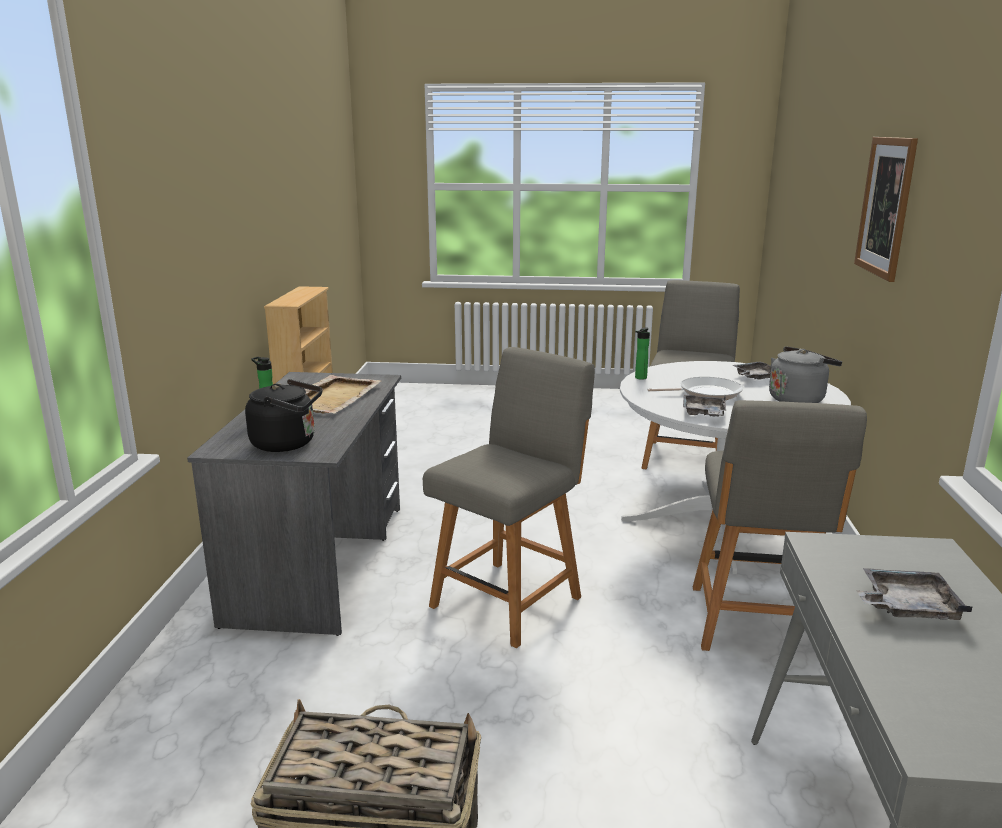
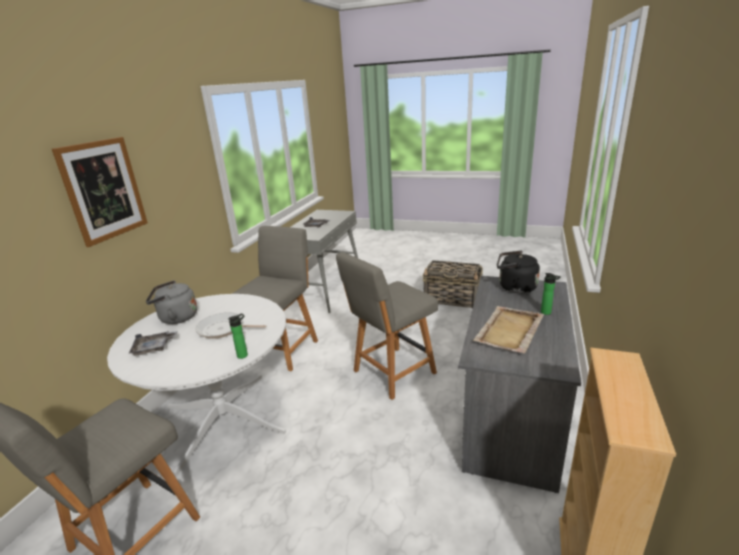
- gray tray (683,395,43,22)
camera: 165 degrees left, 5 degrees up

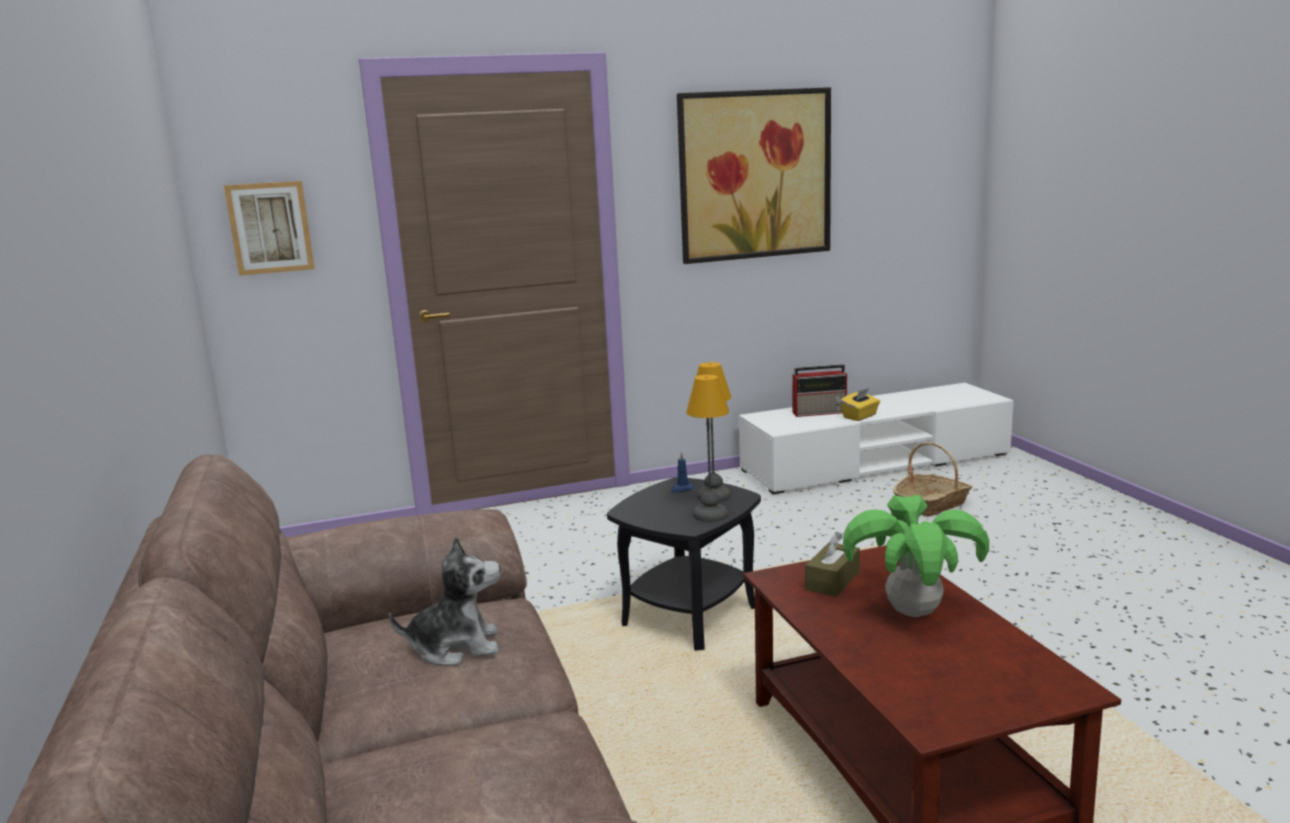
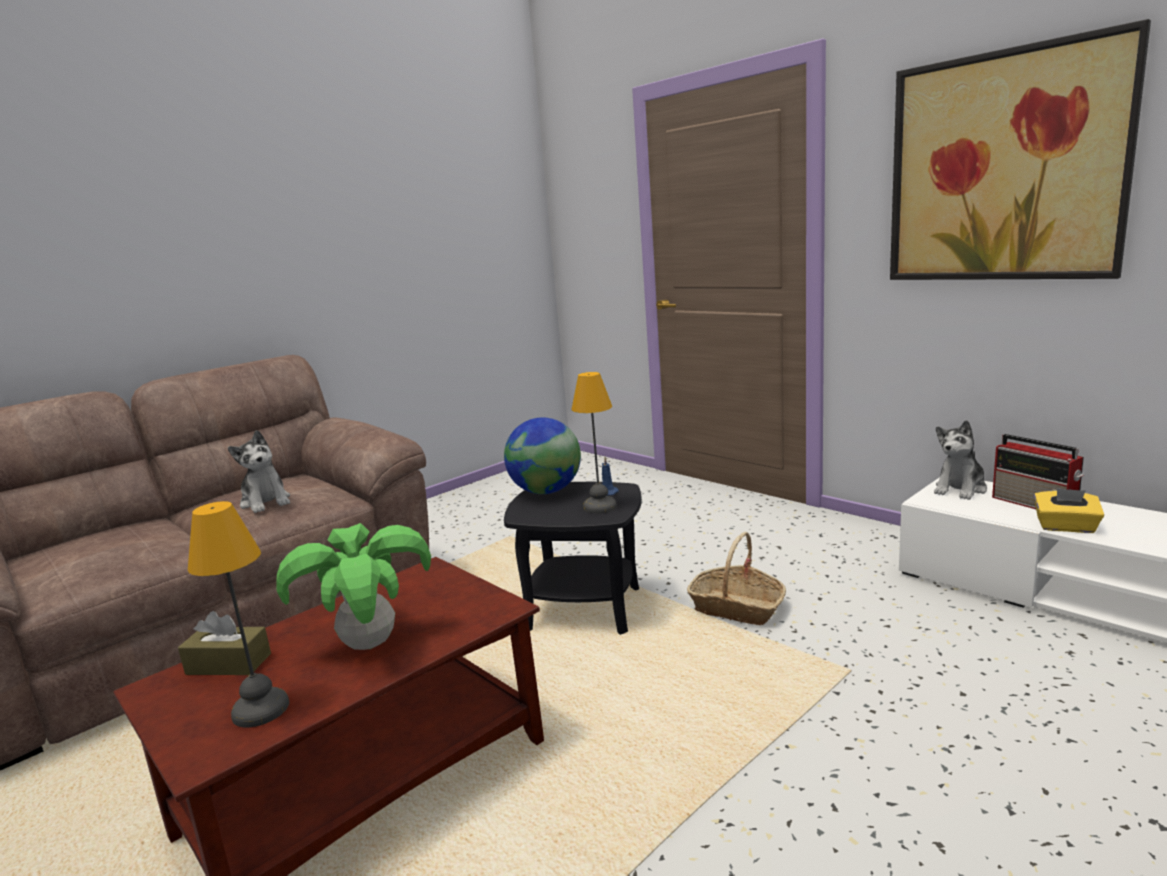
- wall art (224,181,91,95)
~ lamp for a table (686,374,43,148) to (188,501,101,227)
~ brown box of tissues (805,532,55,65) to (178,611,93,64)
~ basket (893,442,80,75) to (687,532,99,93)
+ desk globe (504,418,77,76)
+ cuddly toy (934,420,53,80)
camera: 65 degrees right, 0 degrees up

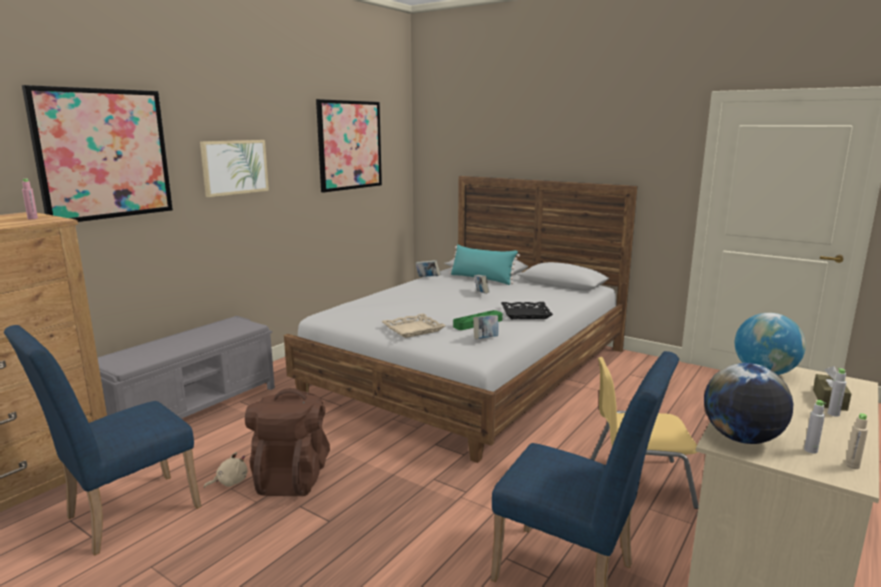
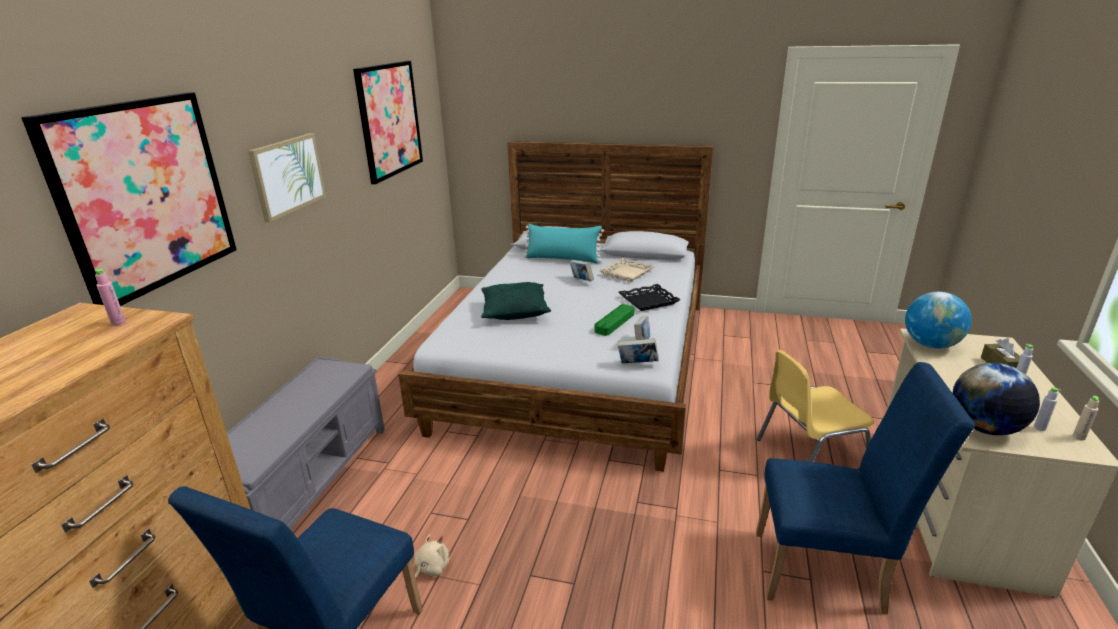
- brown knapsack (245,388,85,108)
~ beige-coloured tray (382,313,64,25) to (599,258,55,24)
~ book (415,260,25,17) to (618,338,41,26)
+ greenish throw pillow (481,282,70,38)
camera: 20 degrees left, 10 degrees up

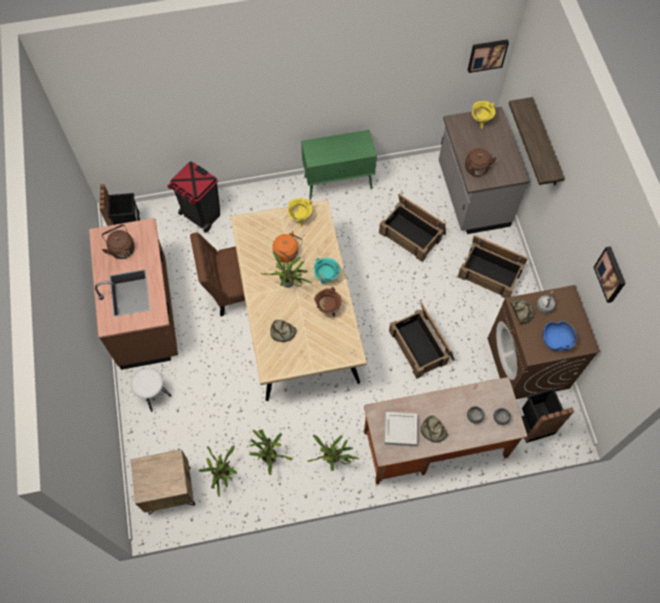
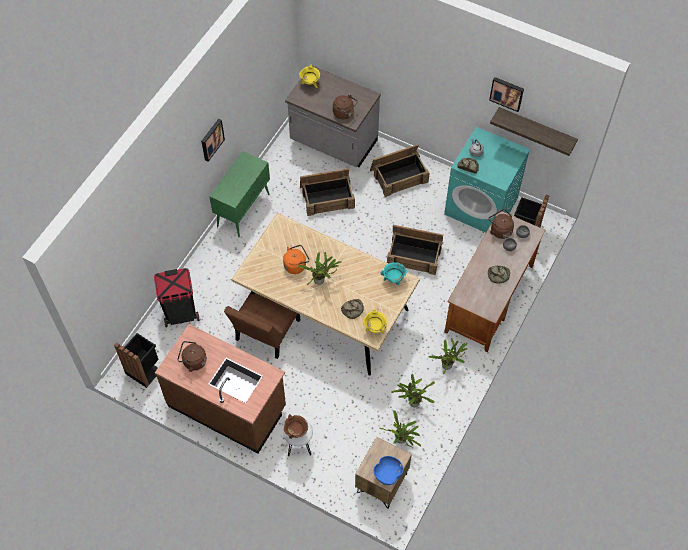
~ yellowish stockpot (288,198,24,29) to (363,309,24,25)
~ blue-green stockpot (314,258,26,26) to (381,262,26,23)
~ brown stockpot (314,287,27,30) to (284,414,24,25)
- gray tray (384,412,34,34)
~ wall art (468,39,41,34) to (201,119,24,43)
~ brown laundry appliance (487,285,113,114) to blue-green laundry appliance (444,127,86,106)
~ shelf (509,97,56,88) to (490,107,88,49)
~ blue-coloured bowl (543,321,34,30) to (374,456,30,29)
+ brown tea kettle (488,209,26,30)
camera: 50 degrees left, 5 degrees down

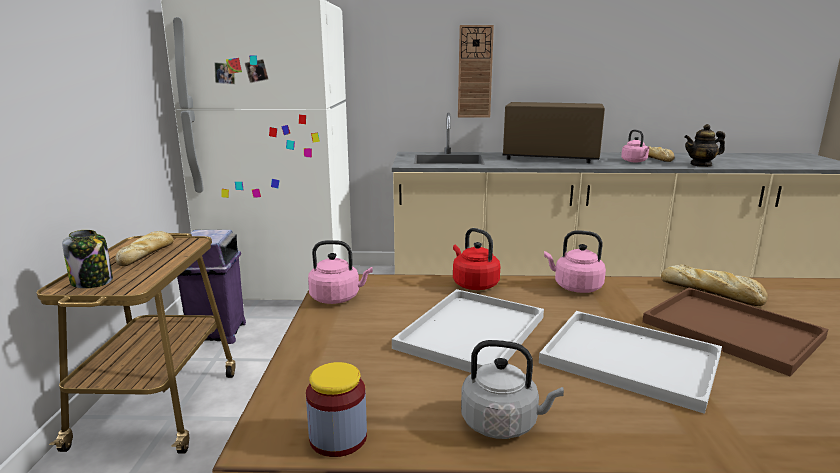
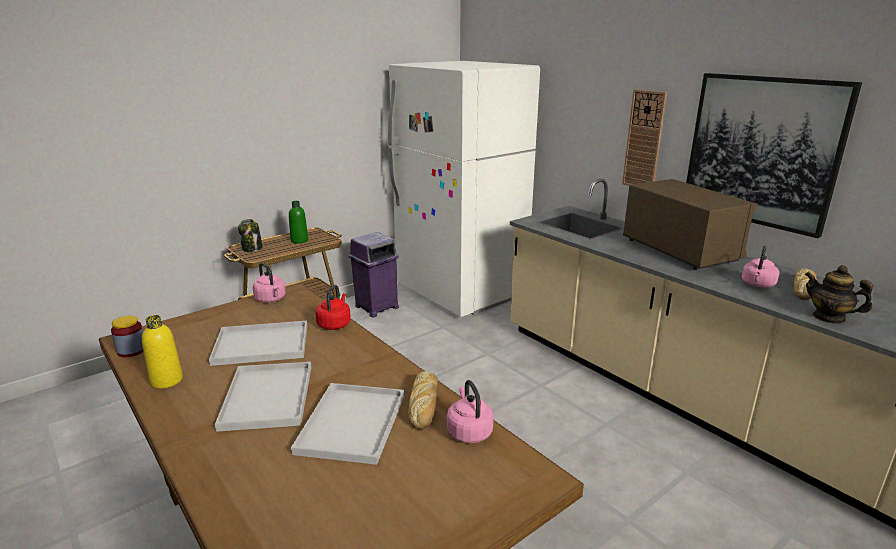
~ bakery bread (115,231,59,35) to greenish beverage bottle (289,201,19,43)
~ gray tea kettle (461,340,103,99) to yellowish beverage bottle (142,315,41,74)
~ pink-coloured tea kettle (544,231,62,62) to (447,380,47,63)
~ brown tray (642,288,186,88) to white-coloured tray (291,383,113,82)
+ wall art (686,73,176,165)
camera: 50 degrees right, 5 degrees up

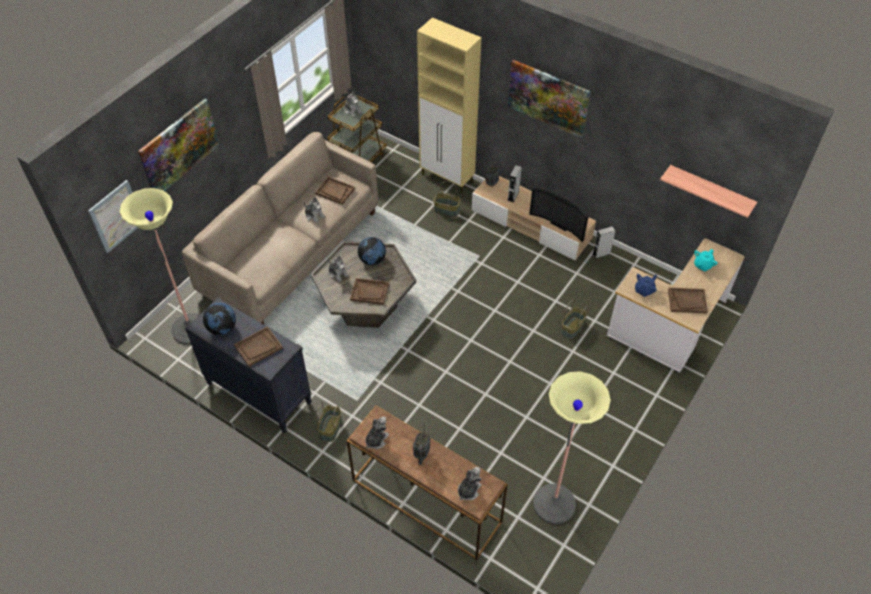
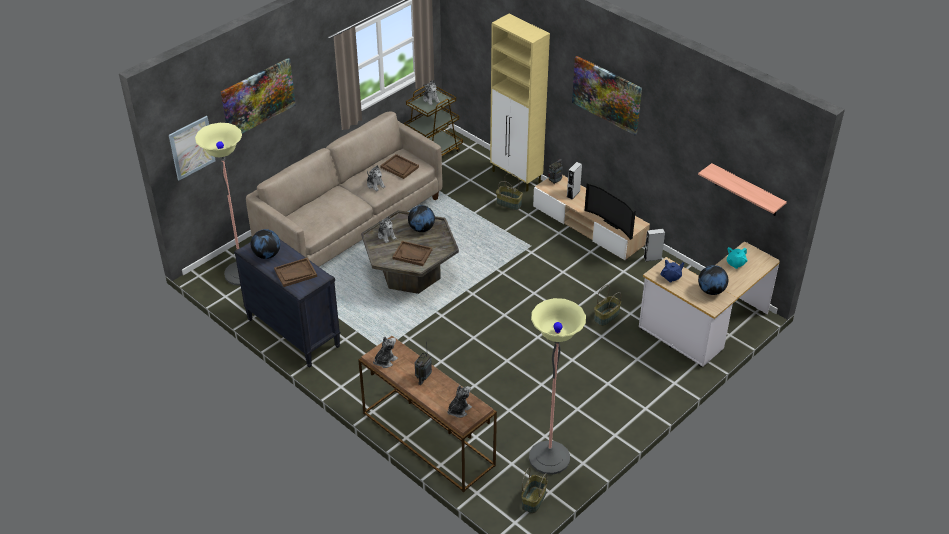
~ basket (316,402,26,40) to (521,467,26,46)
~ brown tray (668,287,40,27) to desk globe (698,265,30,30)
camera: 10 degrees right, 10 degrees down

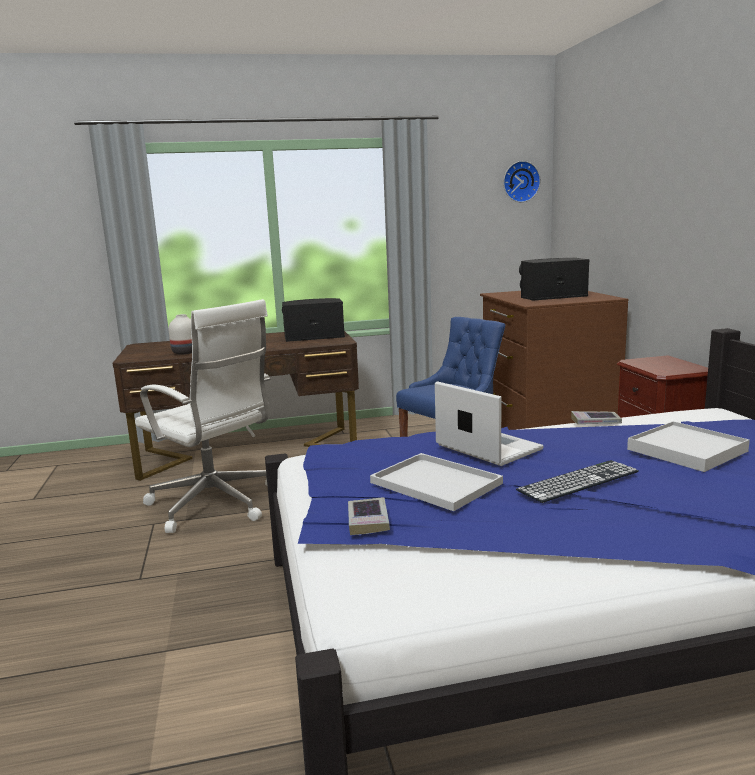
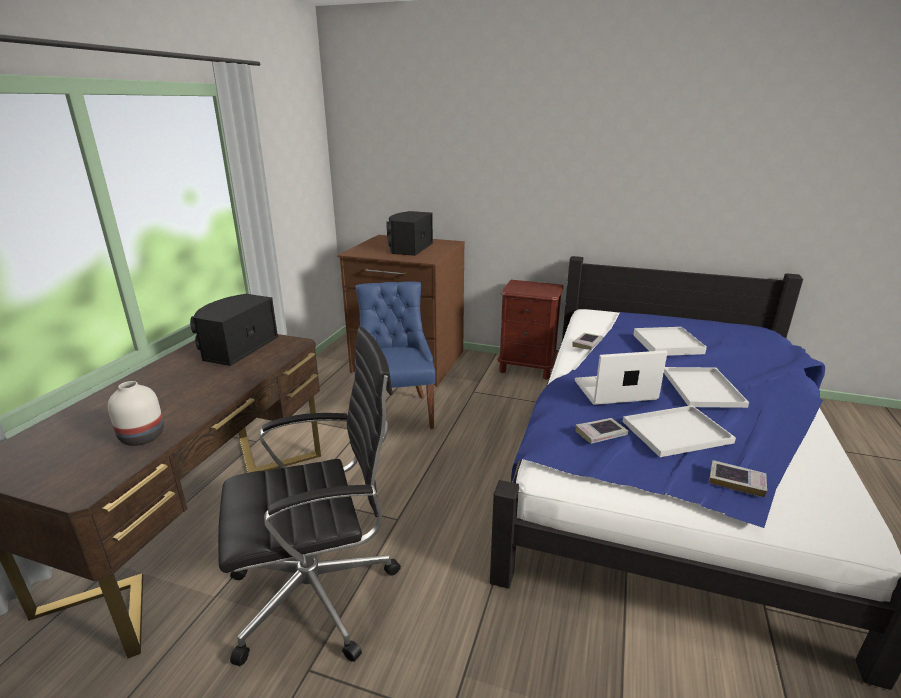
~ white-coloured computer chair (135,299,136,234) to black-coloured computer chair (218,327,183,339)
- clock on the wall (503,161,38,41)
~ computer keyboard (516,460,123,43) to white-coloured tray (664,367,85,41)
+ book (575,418,53,26)
camera: 60 degrees left, 10 degrees up

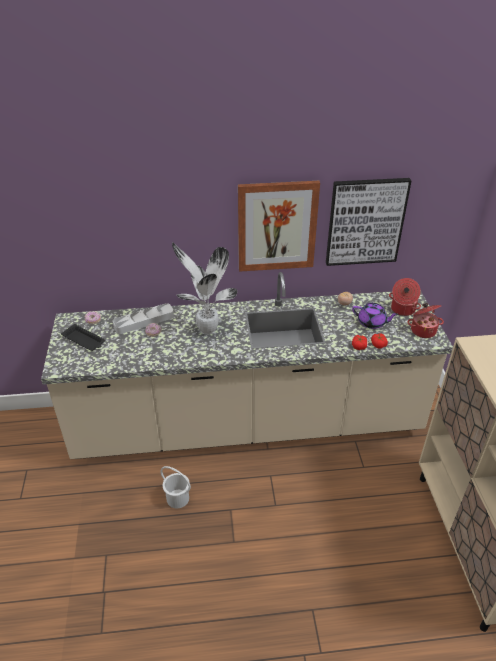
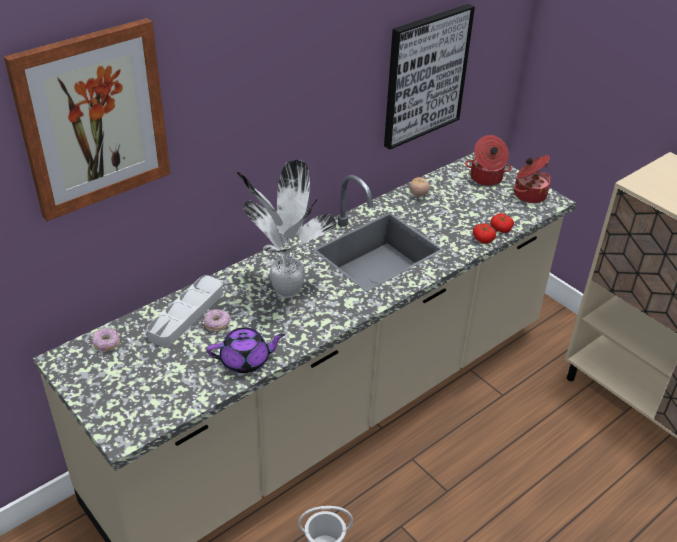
- black-coloured tray (61,324,44,27)
~ wall art (238,181,82,91) to (4,18,166,203)
~ purplish teapot (352,303,47,26) to (207,327,78,46)
camera: 35 degrees left, 0 degrees up

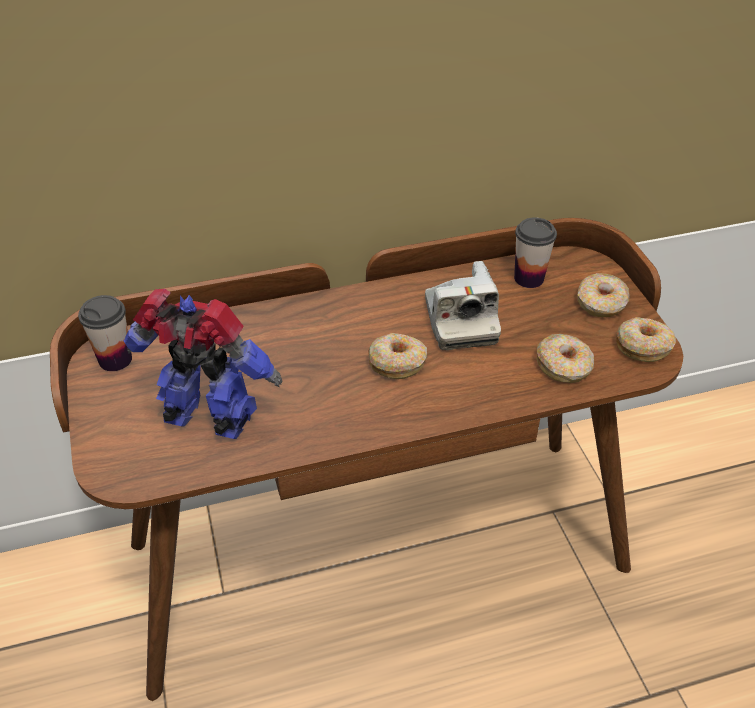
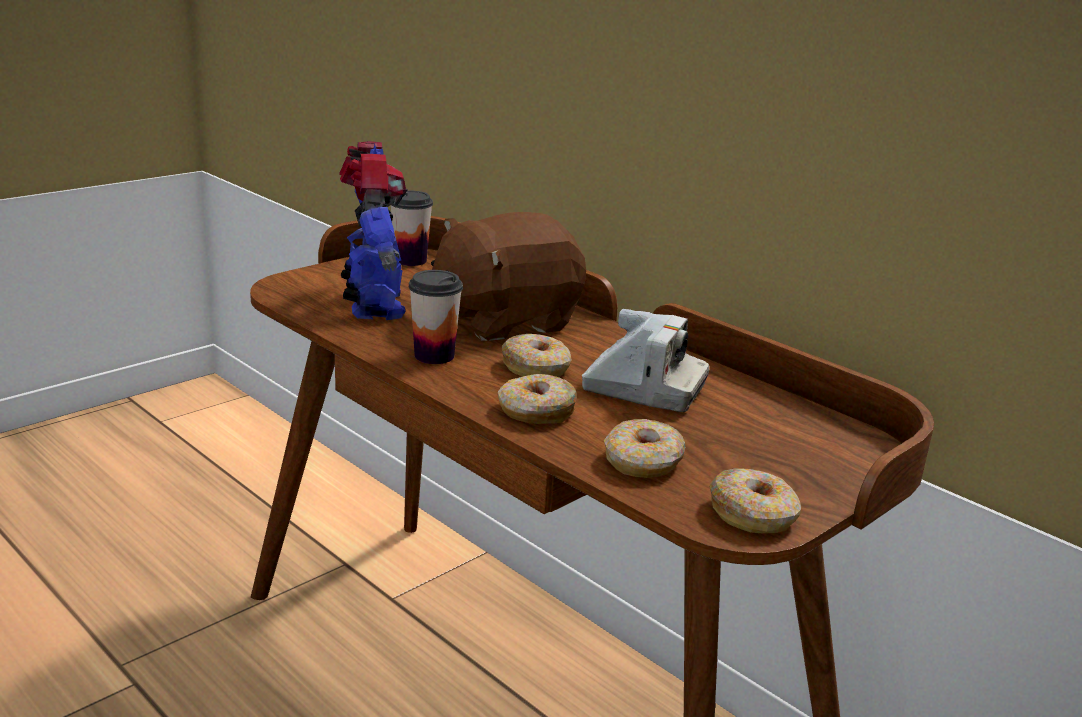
~ still camera (425,261,76,89) = (582,309,127,103) 120 degrees counterclockwise
~ small cup (514,218,43,70) to (409,270,54,94)
~ donut (577,273,53,44) to (498,374,79,50)
+ brown cuddly toy (431,212,155,129)
camera: 60 degrees right, 20 degrees down

